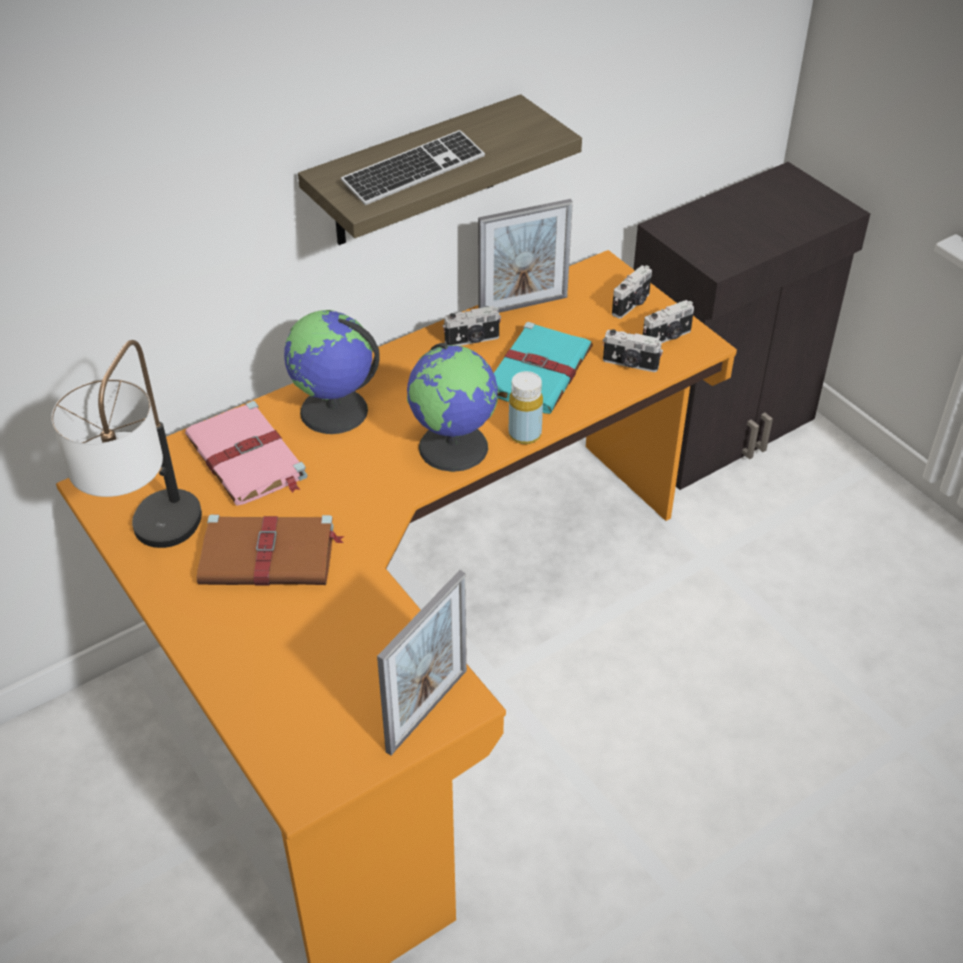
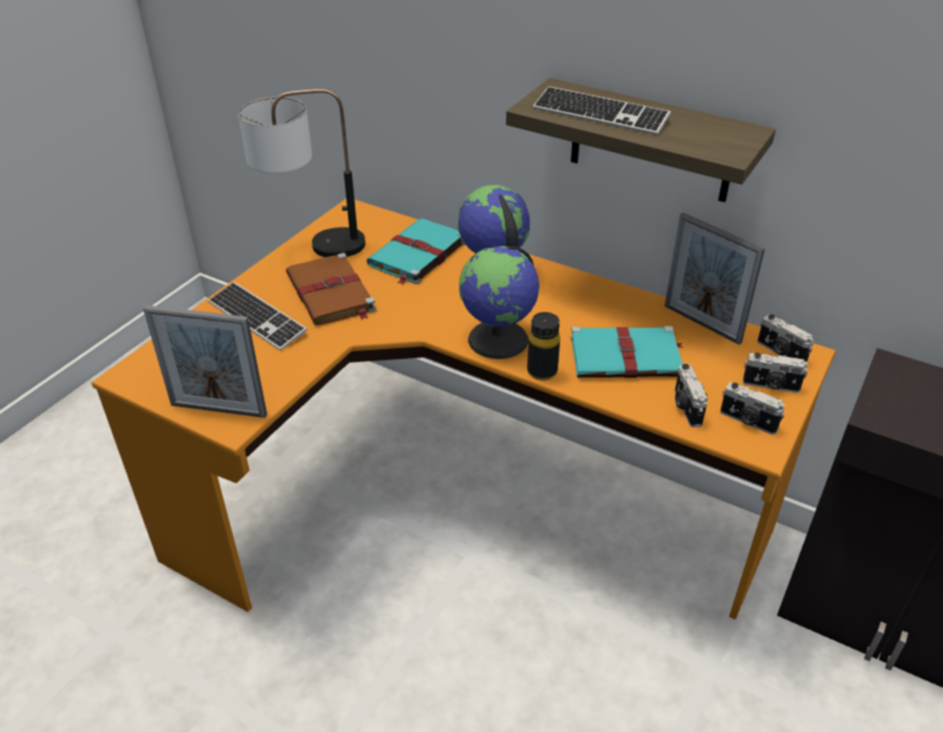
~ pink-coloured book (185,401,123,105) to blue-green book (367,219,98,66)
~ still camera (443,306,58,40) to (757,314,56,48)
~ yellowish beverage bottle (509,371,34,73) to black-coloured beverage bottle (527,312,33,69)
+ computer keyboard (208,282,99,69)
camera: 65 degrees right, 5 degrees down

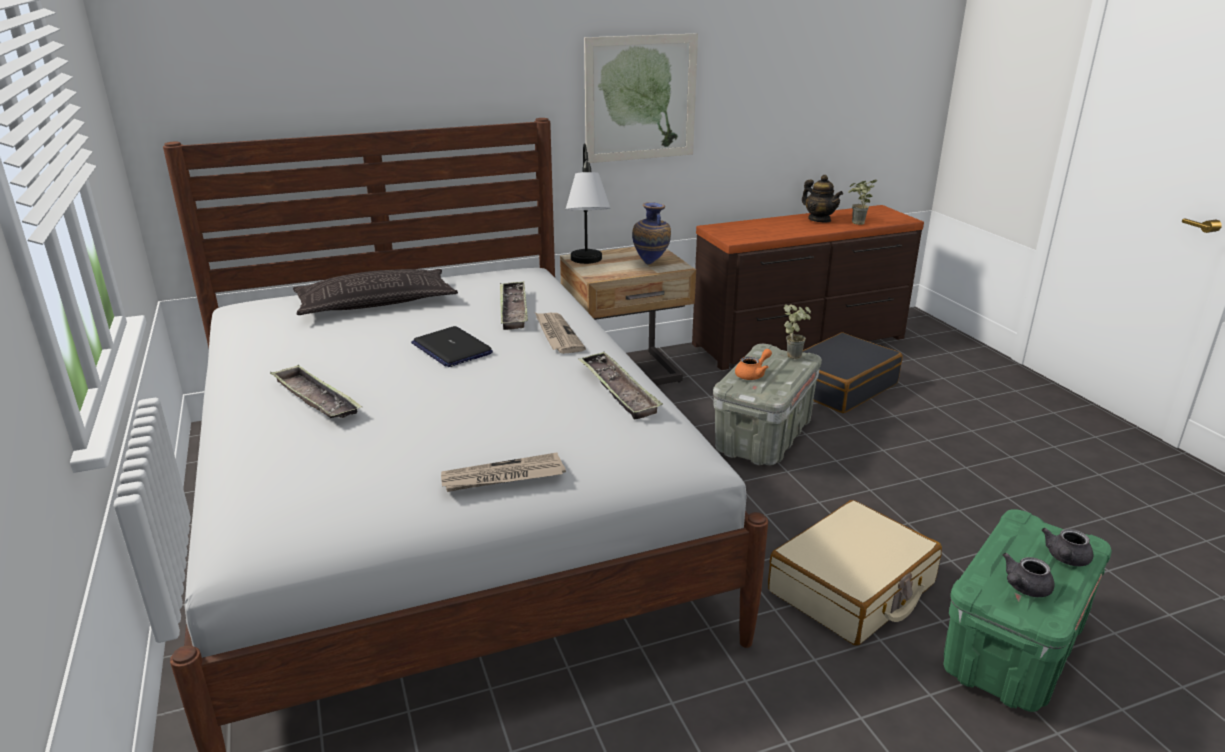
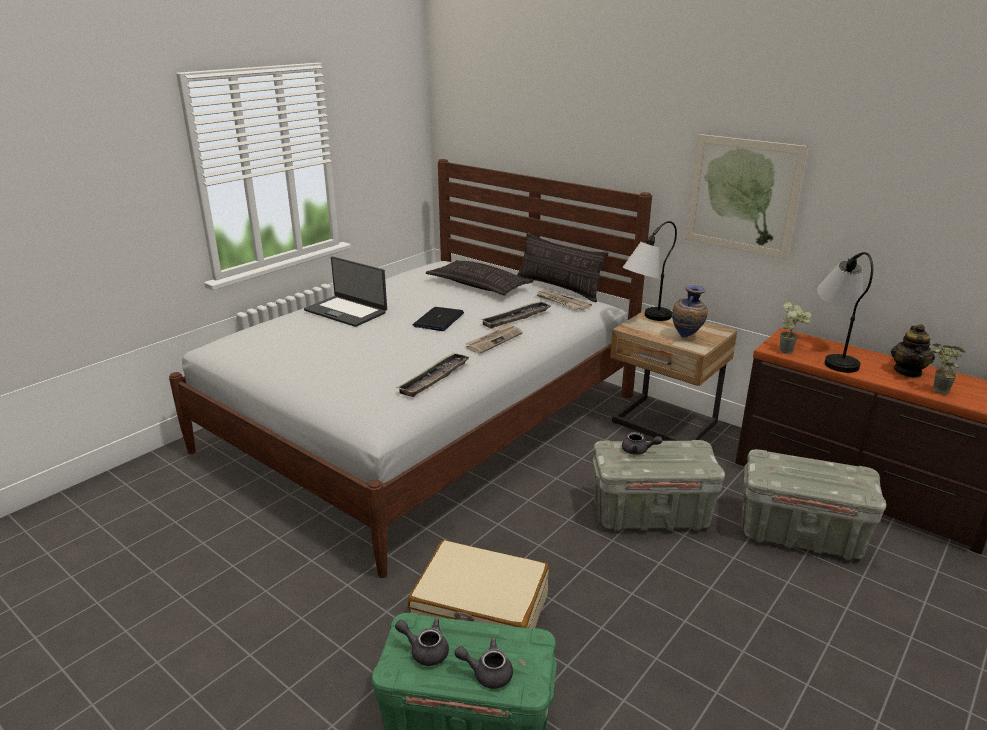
~ tray (270,364,92,54) to portable computer (304,256,83,71)
~ printed paper (441,453,125,39) to (536,290,56,20)
~ orangey teapot (735,349,37,31) to gray teapot (622,432,41,23)
~ plant in a pot (784,304,27,55) to (779,302,32,52)
~ black-coloured piece of luggage (802,333,101,80) to gray storage bin (741,449,146,111)
+ throw pillow (517,233,91,69)
+ lamp for a table (817,252,56,121)
camera: 60 degrees right, 0 degrees up

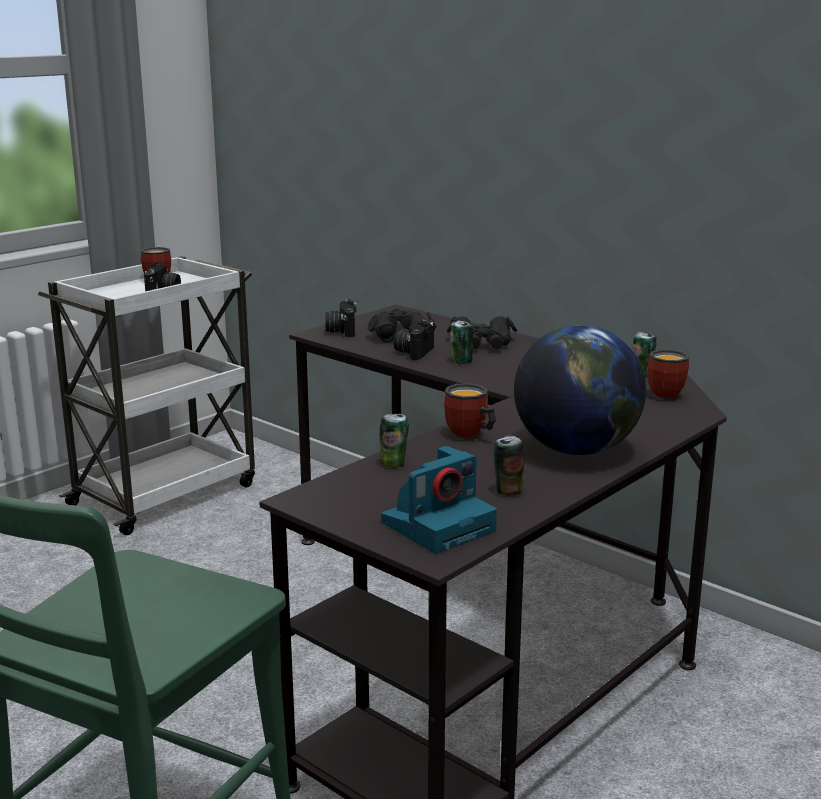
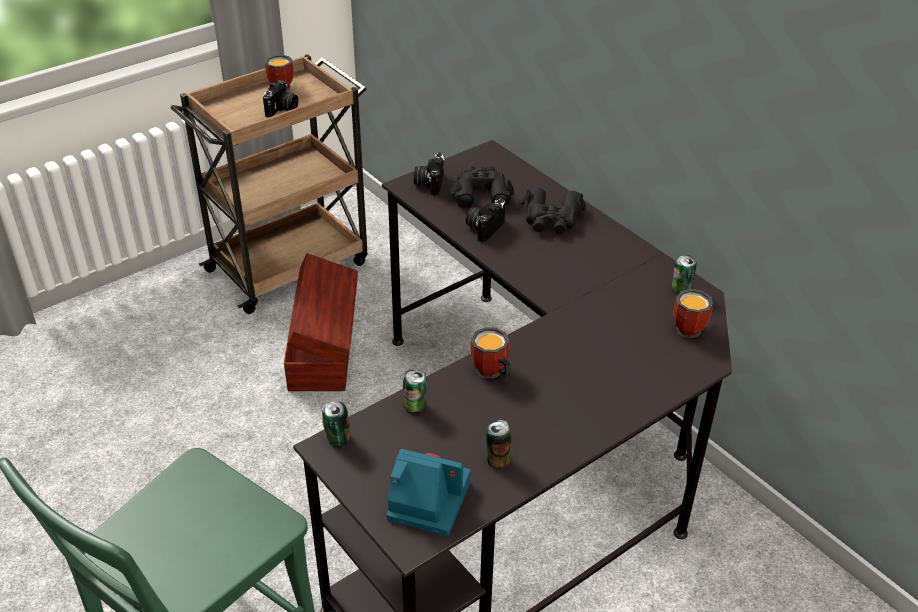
~ white-coloured wheeled cart (38,256,217,279) to brown wheeled cart (171,54,196,260)
~ still camera (381,446,116,108) = (387,449,83,87) 135 degrees counterclockwise
~ metal can (450,321,23,43) to (321,401,30,45)
- desk globe (514,325,132,130)
+ brown storage bin (284,253,74,138)
camera: 10 degrees right, 20 degrees up

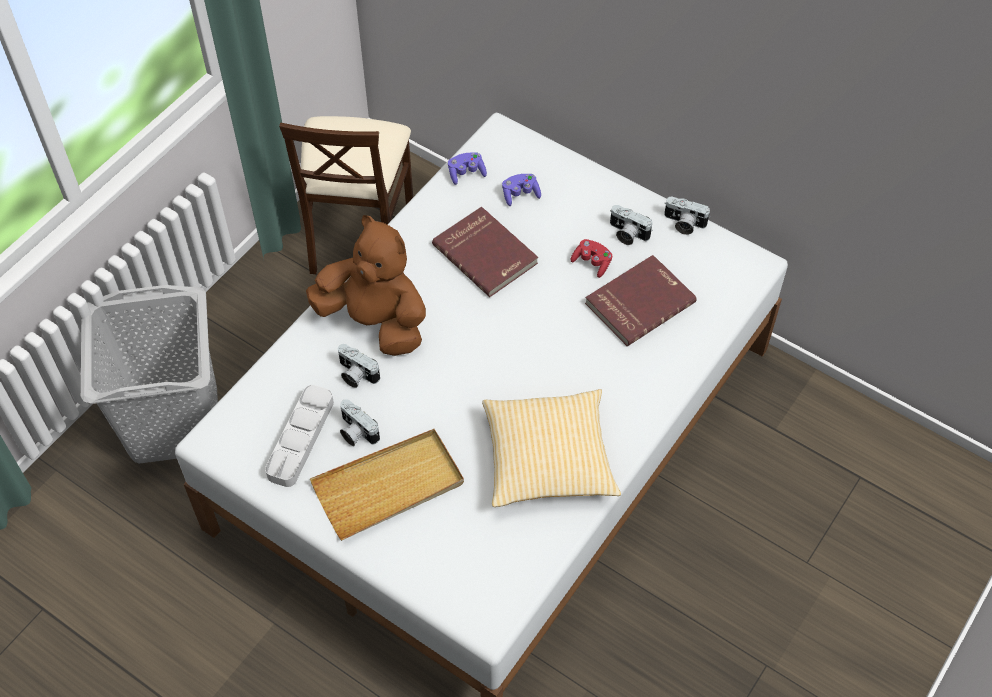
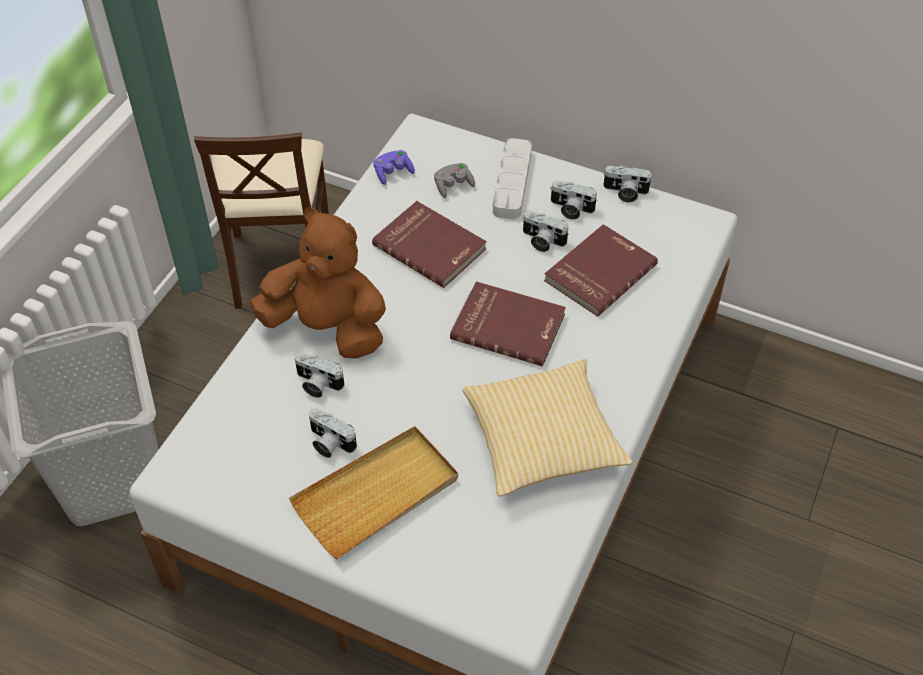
~ gray tray (265,385,69,102) to (493,138,39,81)
~ purplish game controller (502,174,39,32) to gray game controller (434,163,41,35)
~ reddish game controller (571,239,41,39) to still camera (522,211,47,41)
+ reddish book (450,282,116,84)
camera: 10 degrees left, 5 degrees down

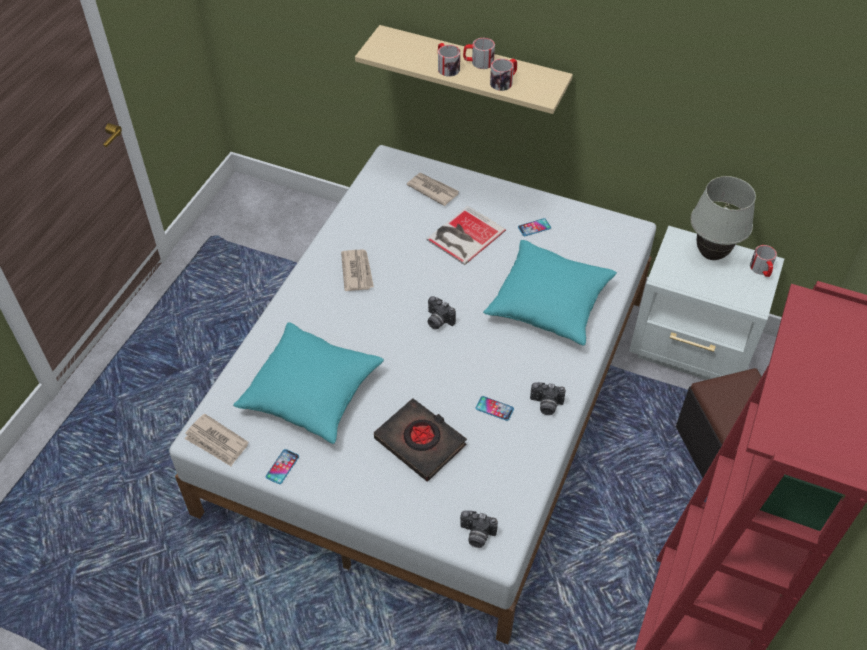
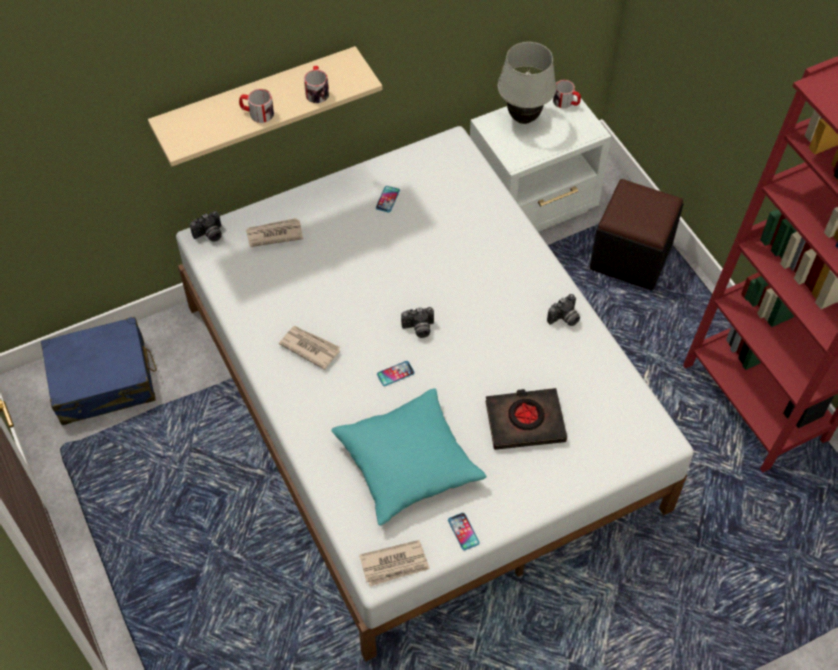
- book (426,206,80,59)
~ still camera (460,510,38,38) to (190,211,32,31)
- tea mug (463,38,32,31)
~ telephone (476,396,38,25) to (377,361,38,25)
- blue-green throw pillow (483,240,134,105)
+ blue-coloured piece of luggage (41,317,116,108)
camera: 50 degrees left, 5 degrees up

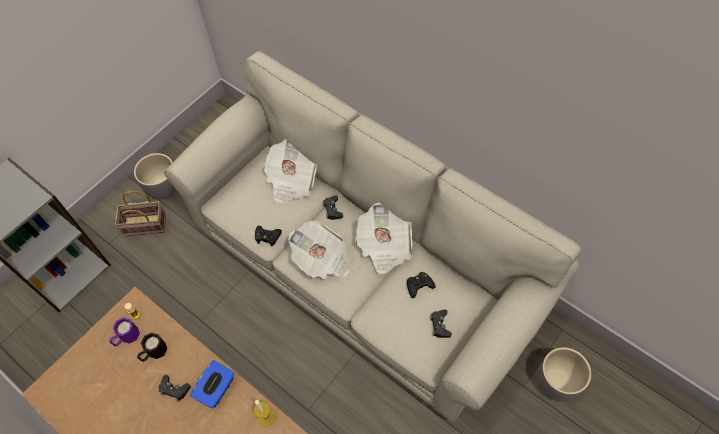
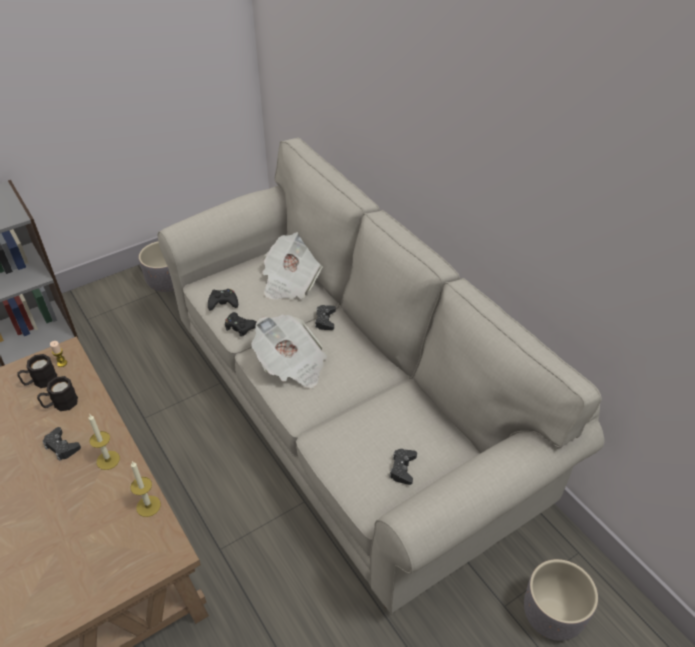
~ purplish tea mug (109,317,31,29) to black-coloured tea mug (18,354,39,34)
- basket (115,191,51,45)
~ blue-coloured box of tissues (190,360,45,48) to wax candle (89,415,31,55)
- printed paper (355,203,58,71)
~ black-coloured game controller (407,272,29,26) to (208,289,30,21)
camera: 15 degrees right, 15 degrees down

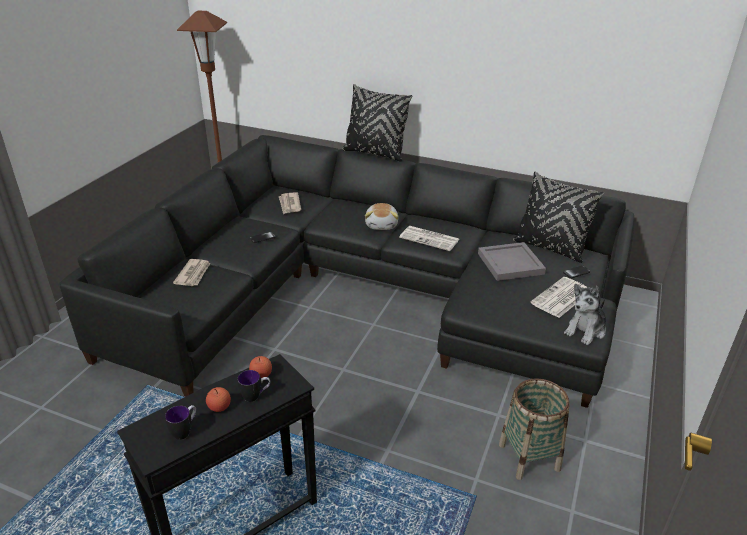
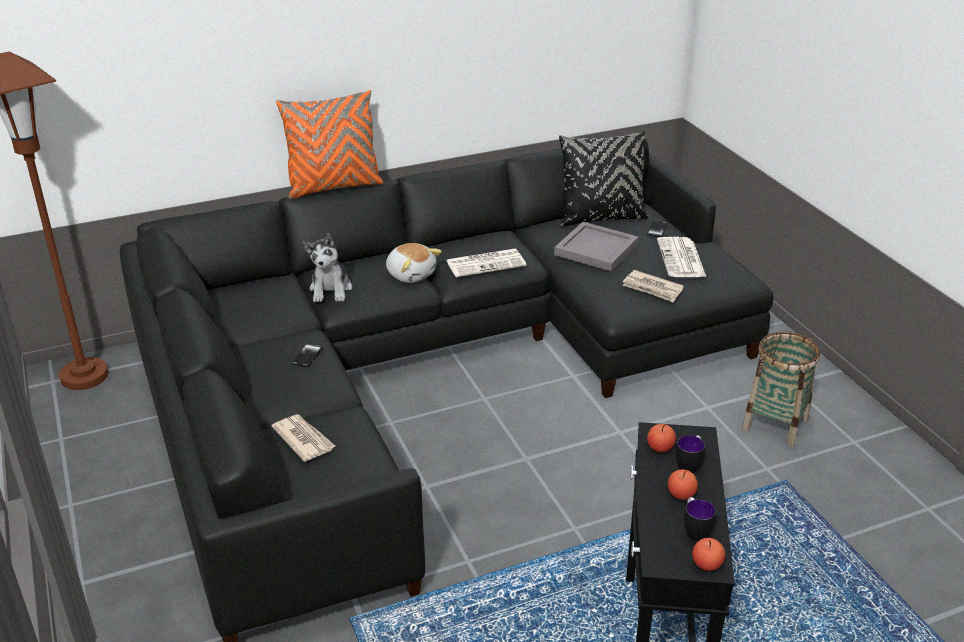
~ printed paper (279,192,22,22) to (623,270,61,33)
~ black-coloured throw pillow (343,84,69,77) to orangey throw pillow (276,90,107,109)
~ cuddly toy (564,284,42,61) to (303,233,49,69)
+ whole apple (692,538,33,33)
camera: 45 degrees left, 0 degrees up

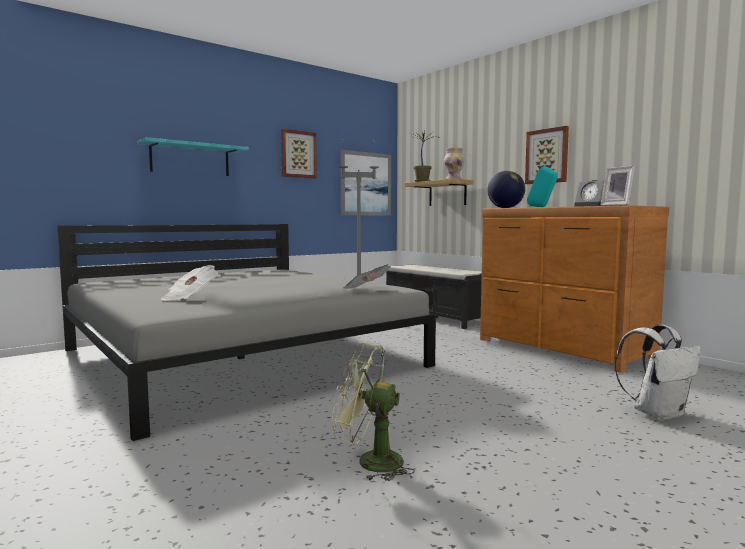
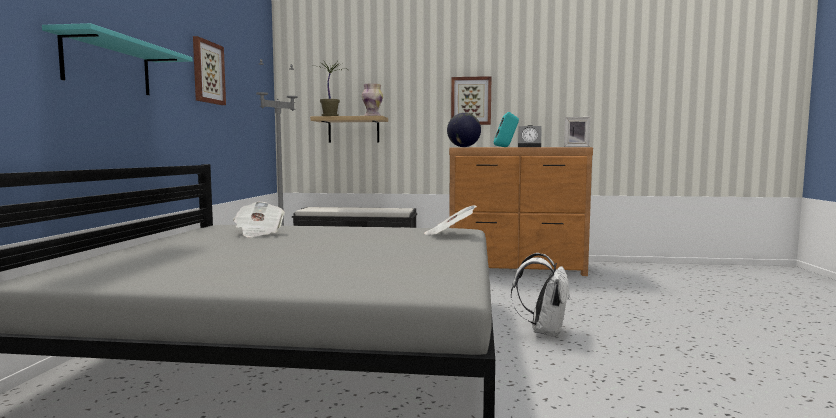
~ printed paper (161,265,57,36) to (233,202,52,35)
- greenish fan (332,343,83,138)
- wall art (340,150,51,66)
~ white-coloured knapsack (615,325,86,96) to (511,253,59,84)
camera: 45 degrees left, 0 degrees up

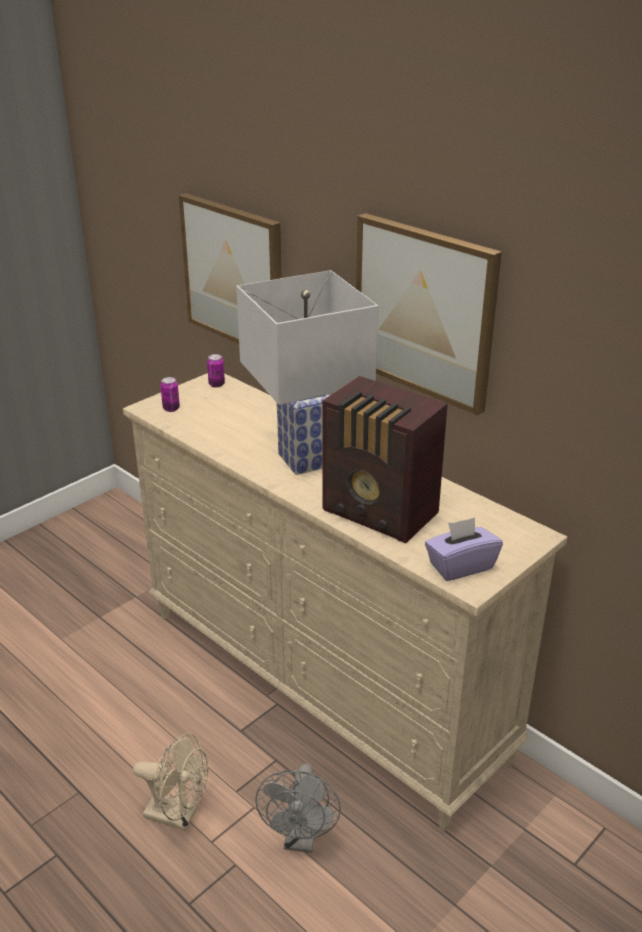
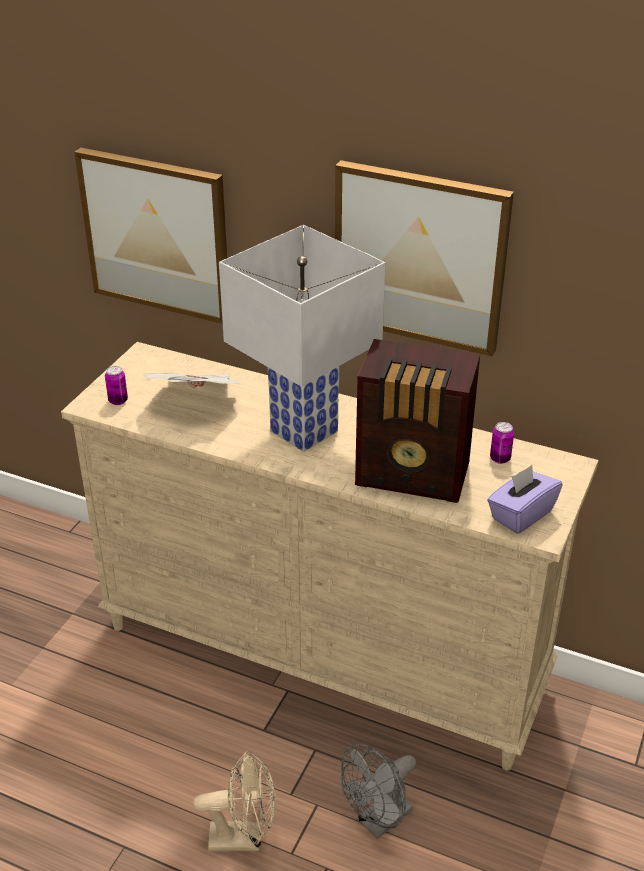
~ metal can (207,354,18,34) to (490,422,24,42)
~ gray fan (255,764,86,89) = (341,743,75,96) 60 degrees clockwise
+ printed paper (143,373,97,15)
camera: 20 degrees left, 5 degrees up

